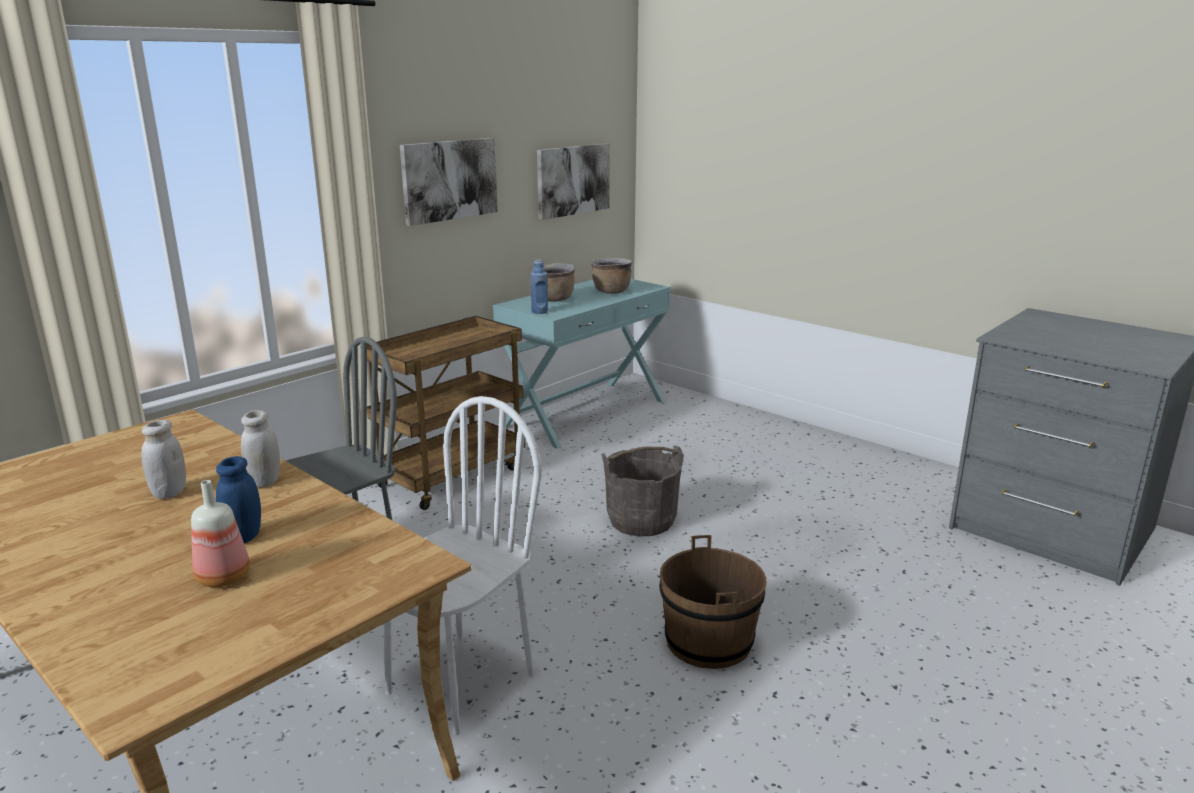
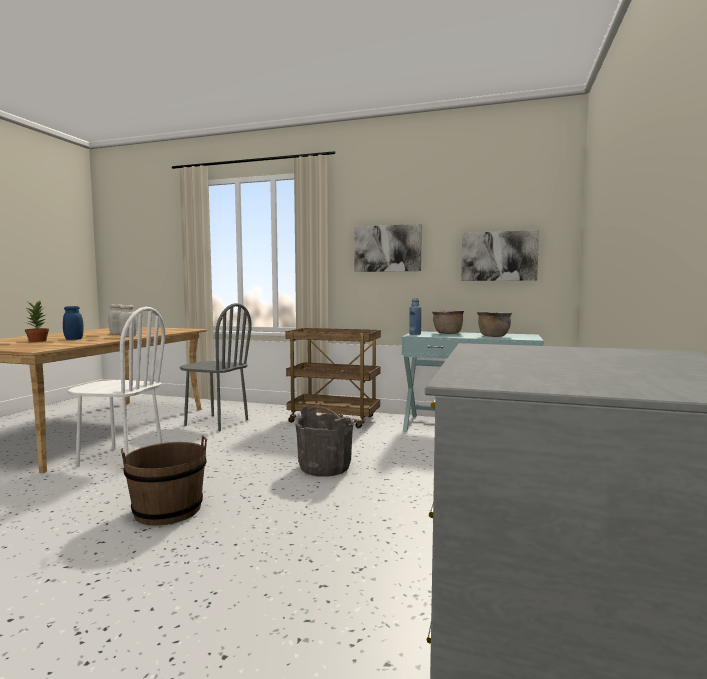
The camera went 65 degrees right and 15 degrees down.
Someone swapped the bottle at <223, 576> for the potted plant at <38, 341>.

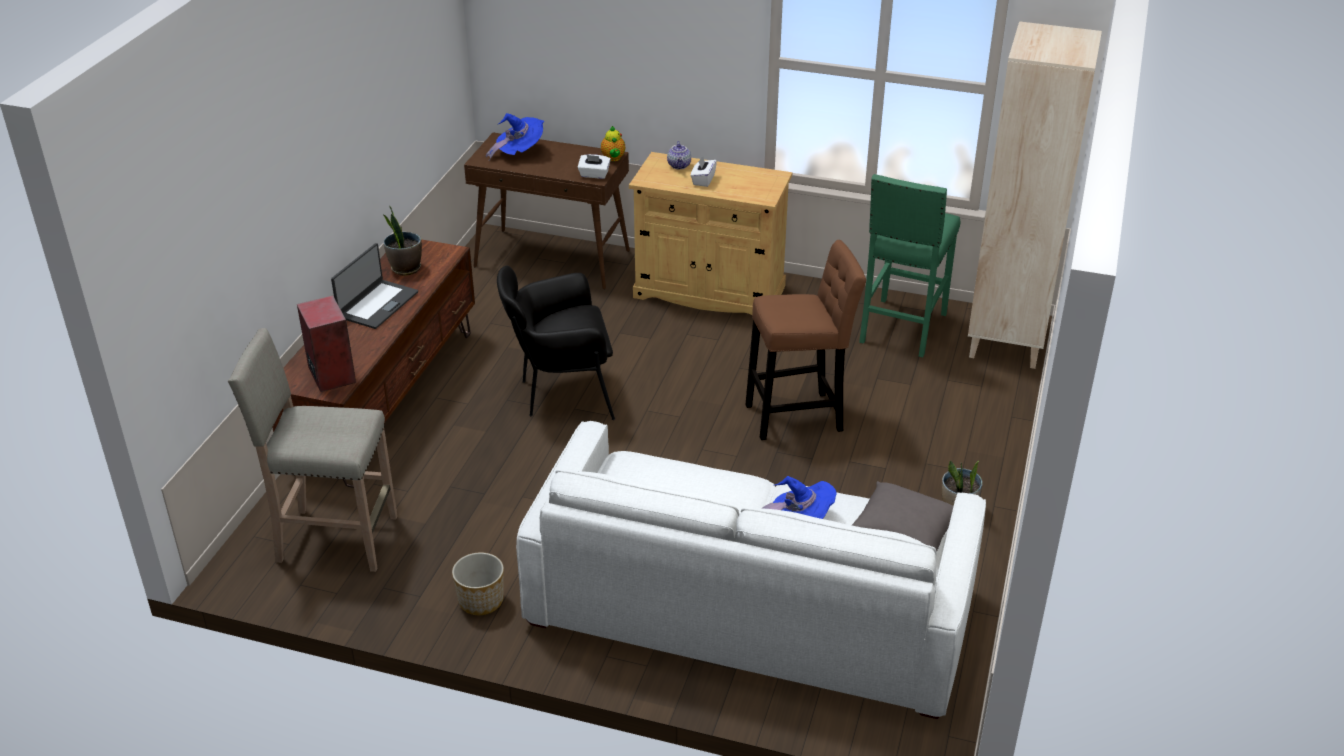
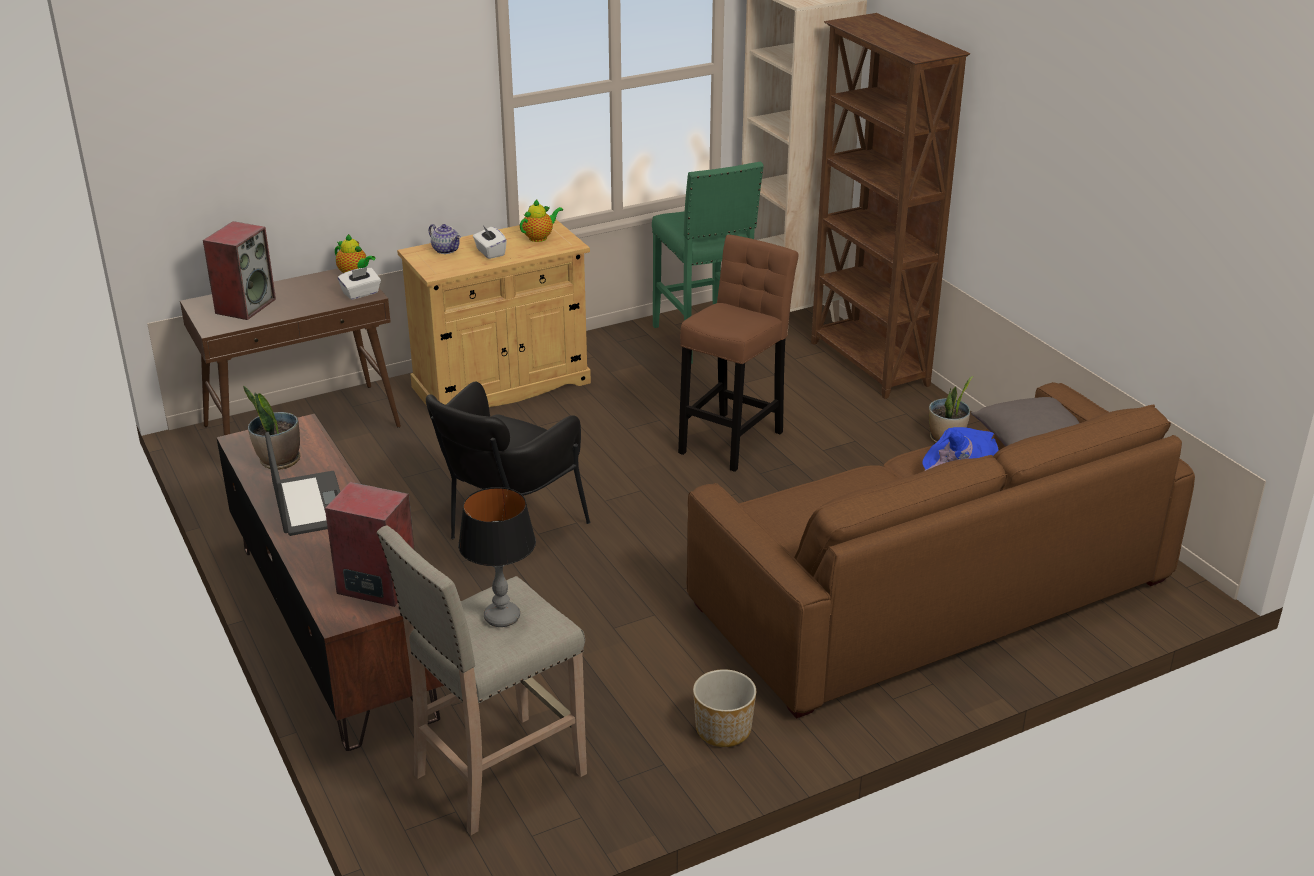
The camera went 45 degrees left and 5 degrees down.
Someone swapped the blue hat at <519, 152> for the speaker at <245, 306>.
Someone put down the table lamp at <501, 617>.
Someone put down the teapot at <540, 237>.
Someone repainted the white sofa at <750, 609>, which became the brown sofa at <932, 593>.
Someone put down the brown bookcase at <868, 365>.

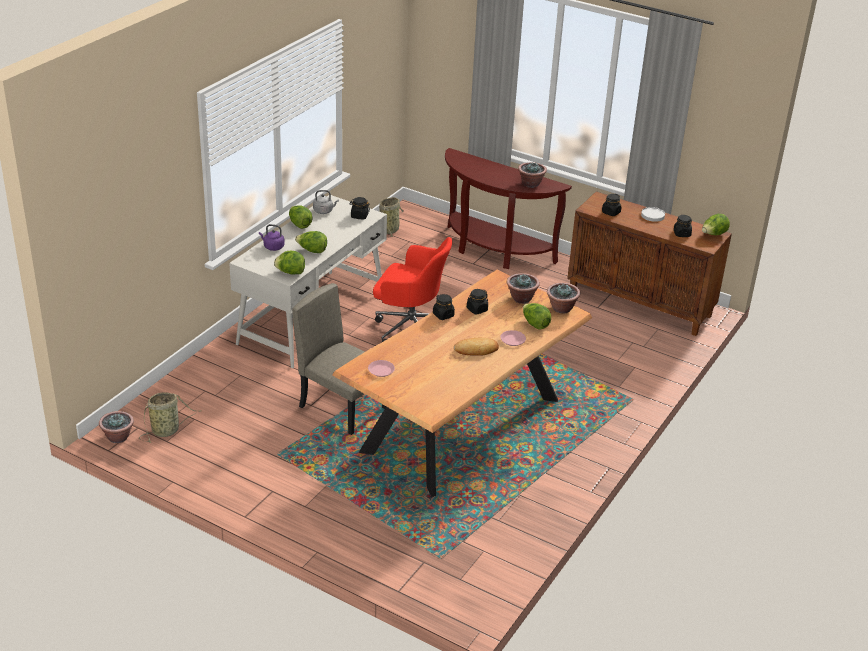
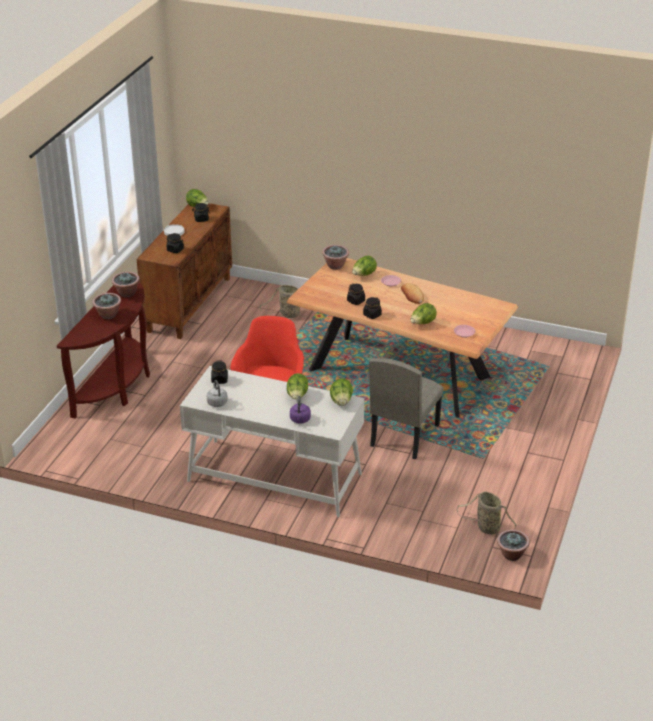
The camera went 100 degrees left and 0 degrees up.
Someone carried the potted plant from <521, 298> to <108, 315>.
Someone carried the basket from <390, 229> to <288, 314>.
Someone carried the lettuce from <299, 224> to <422, 323>.

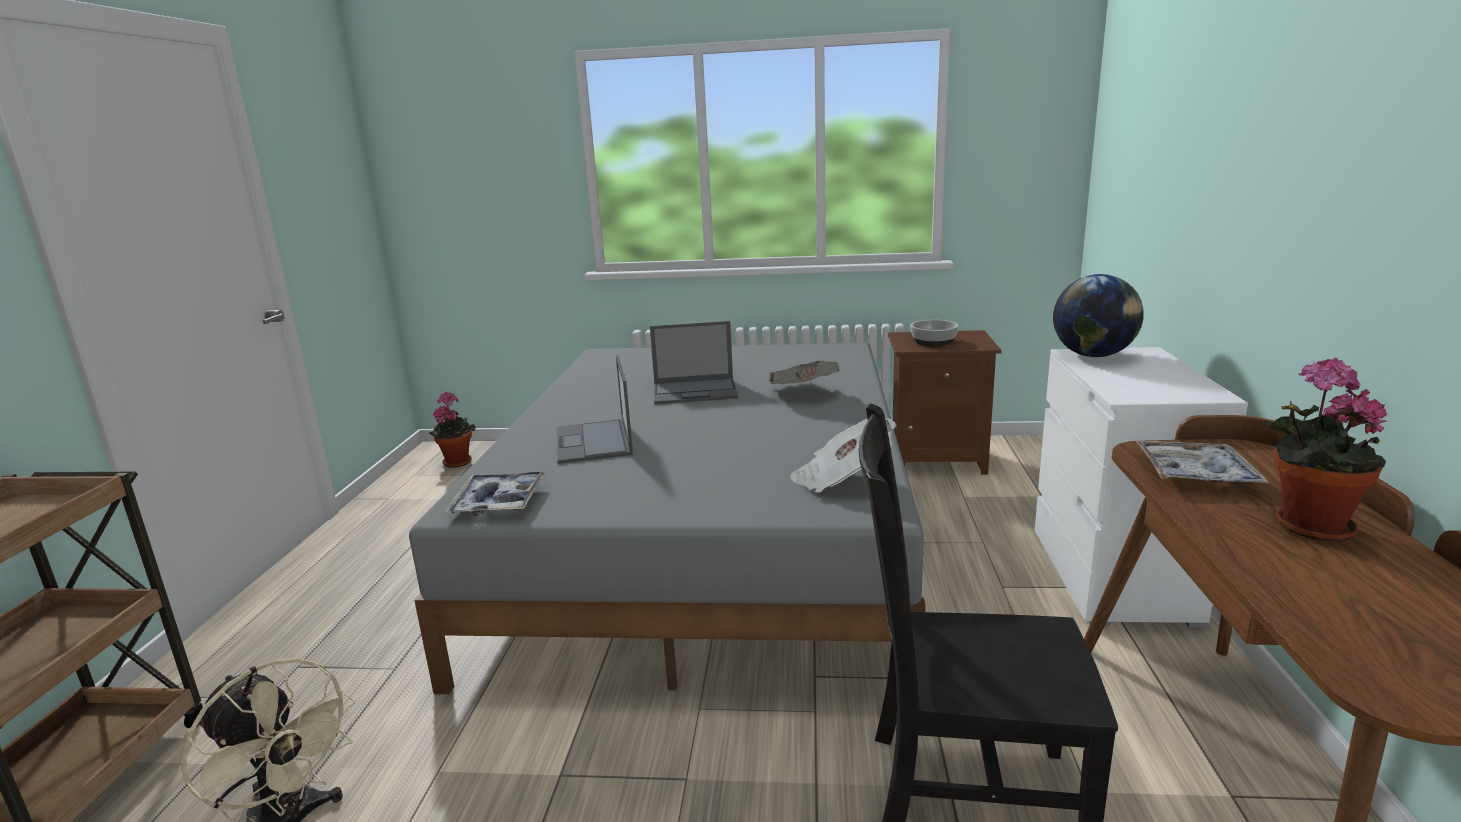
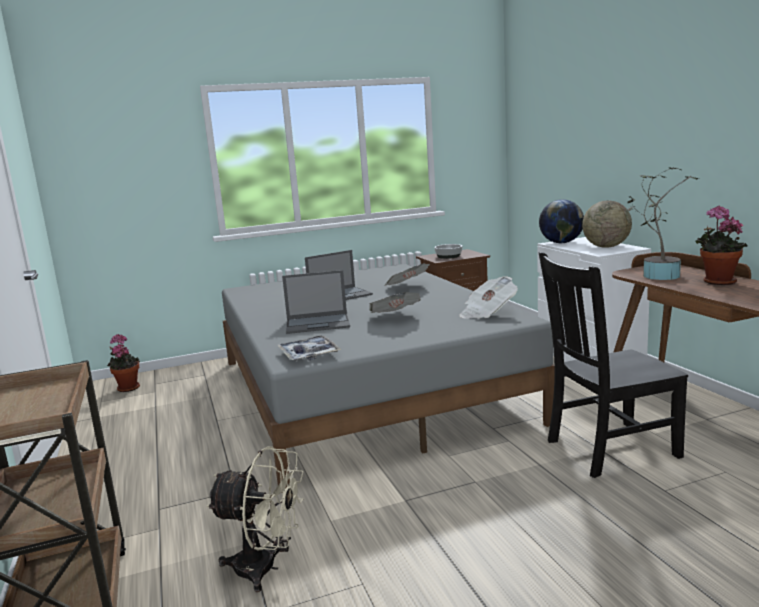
The camera went 25 degrees left and 5 degrees down.
Someone rotated the laptop at <594, 442> by 60 degrees counterclockwise.
Someone put down the newspaper at <395, 318>.
Someone put down the globe at <606, 247>.
Someone swapped the tray at <1195, 474> for the potted plant at <656, 275>.

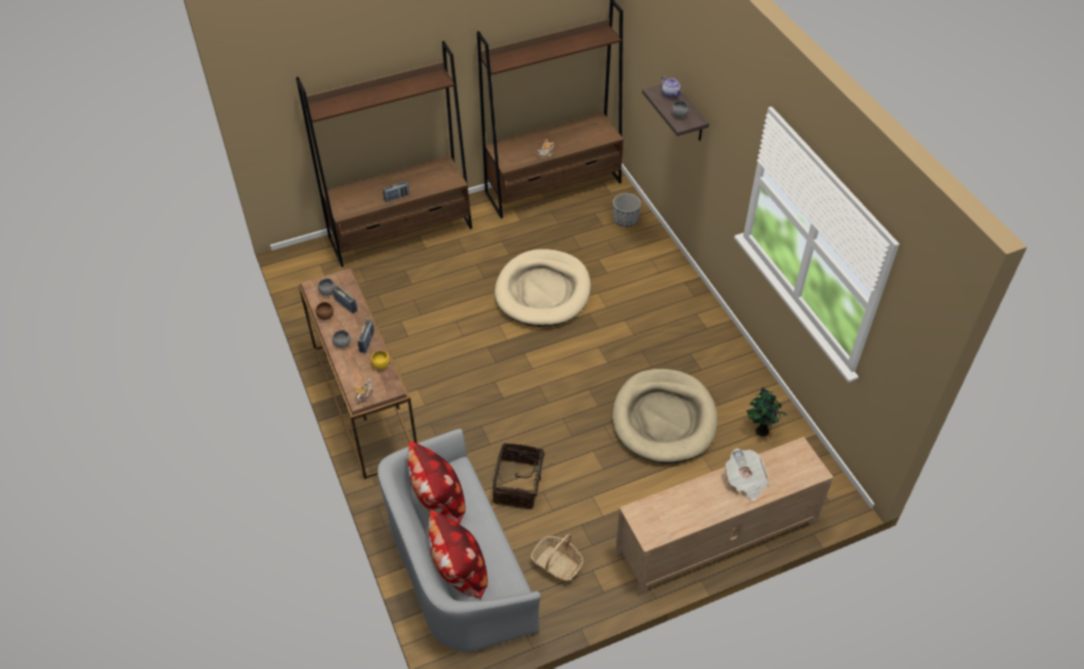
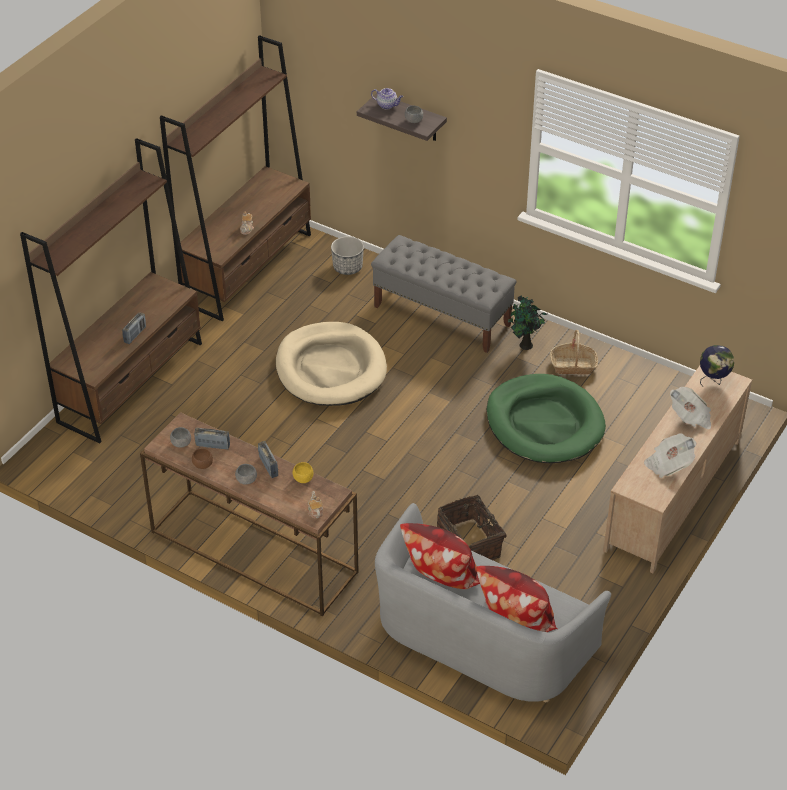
The camera went 35 degrees left and 5 degrees down.
Someone put down the grey bench at <442, 316>.
Someone repainted the beige dog bed at <664, 419>, which became the green dog bed at <544, 423>.
Someone carried the potted plant from <760, 431> to <525, 345>.
Someone carried the basket from <557, 563> to <573, 365>.
Someone put down the newspaper at <668, 464>.
Someone put down the globe at <713, 381>.

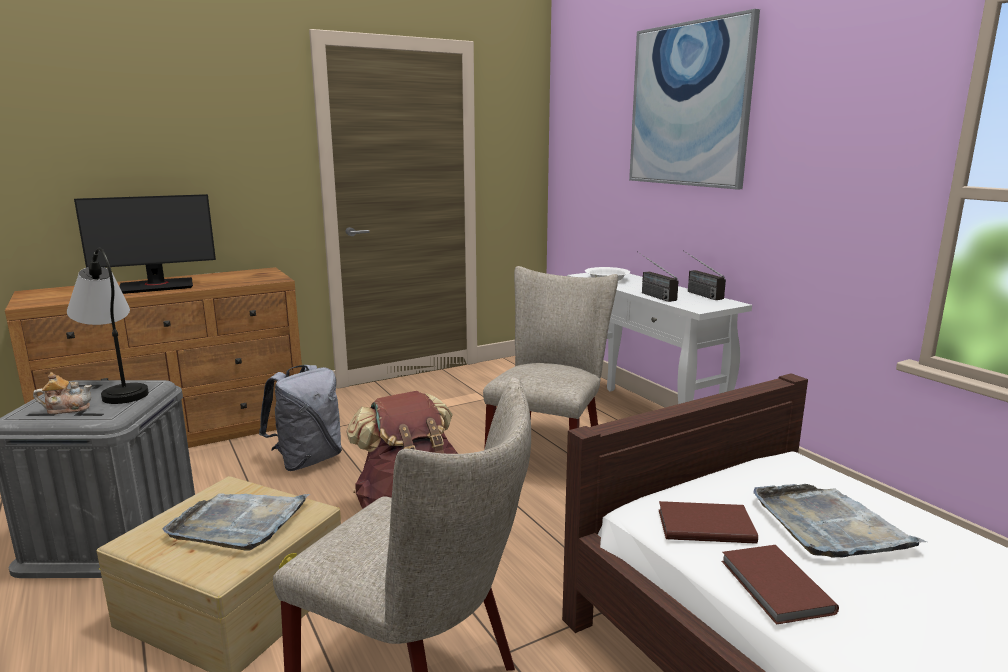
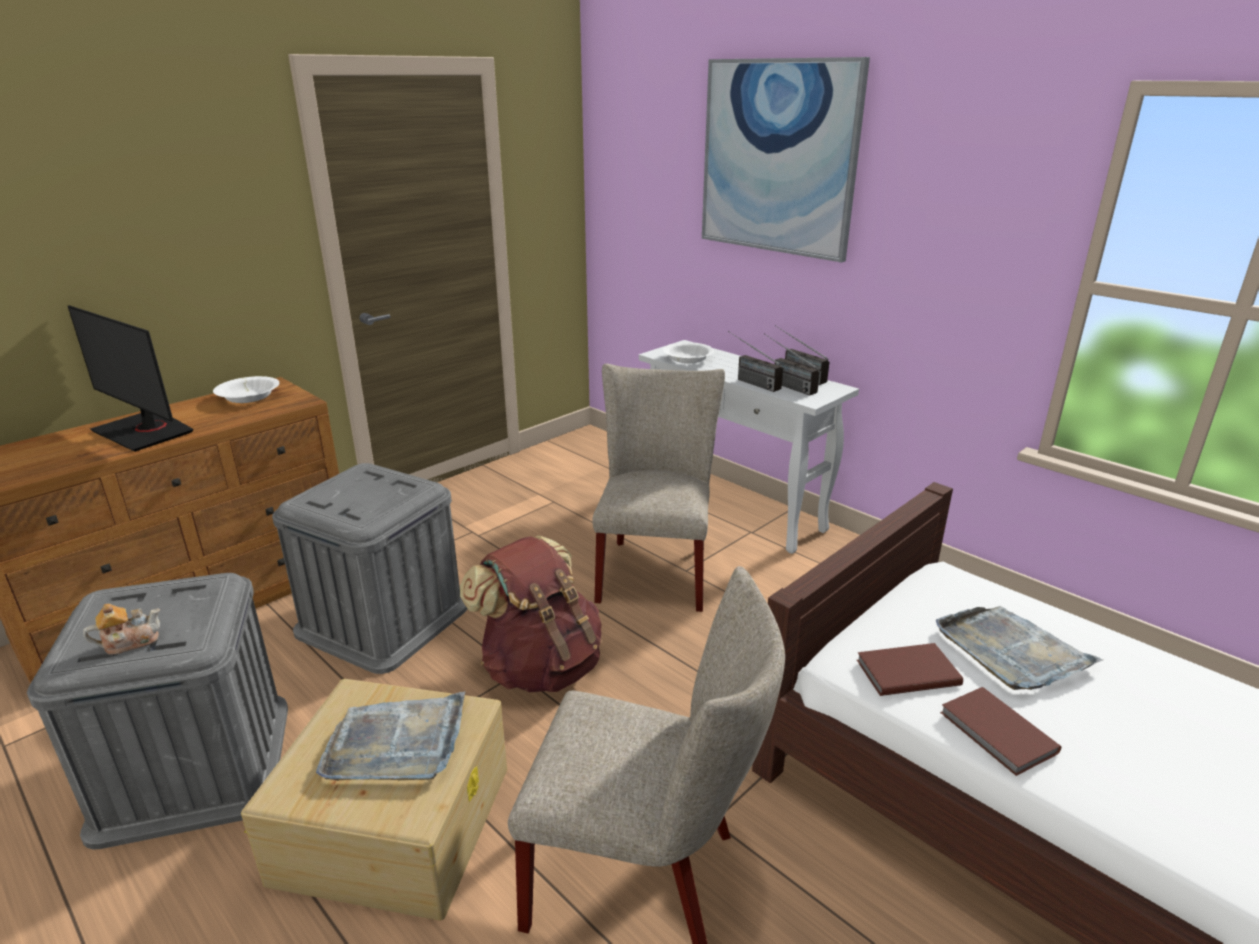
The camera went 15 degrees left and 10 degrees up.
Someone rotated the monitor at <156, 286> by 75 degrees clockwise.
Someone put down the white bowl at <249, 397>.
Someone swapped the grey backpack at <307, 460> for the grey storage box at <383, 619>.
Someone put down the radio at <783, 384>.
Someone took away the table lamp at <118, 388>.

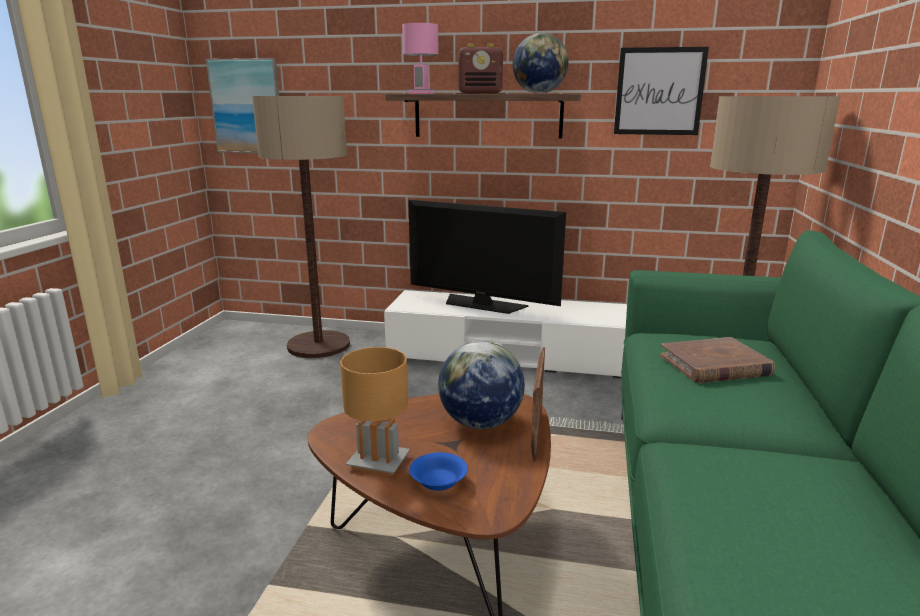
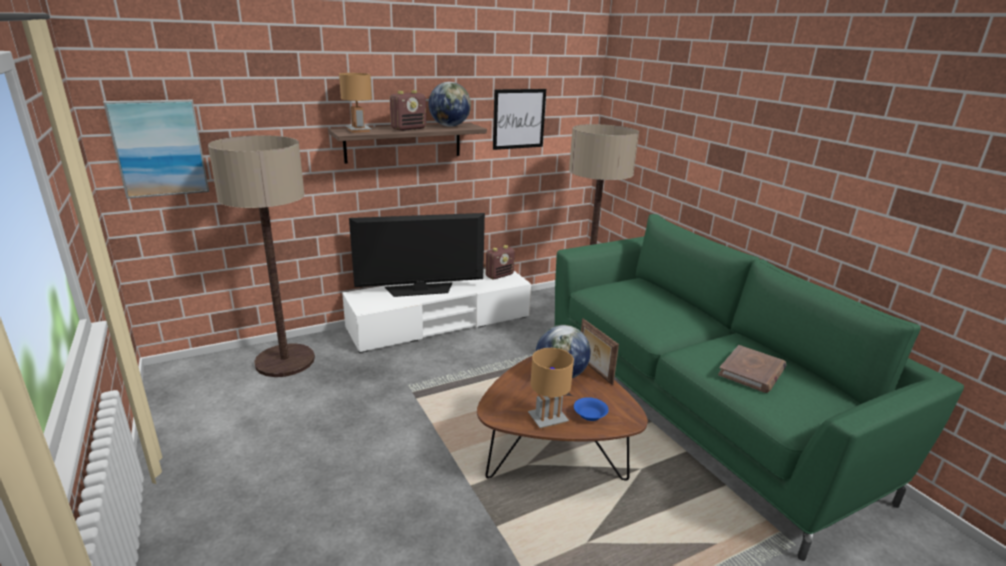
The camera went 40 degrees left and 5 degrees up.
Someone repainted the pink table lamp at <422, 93>, which became the brown table lamp at <358, 130>.
Someone put down the radio at <499, 275>.
Someone carried the brown book from <714, 365> to <752, 372>.

